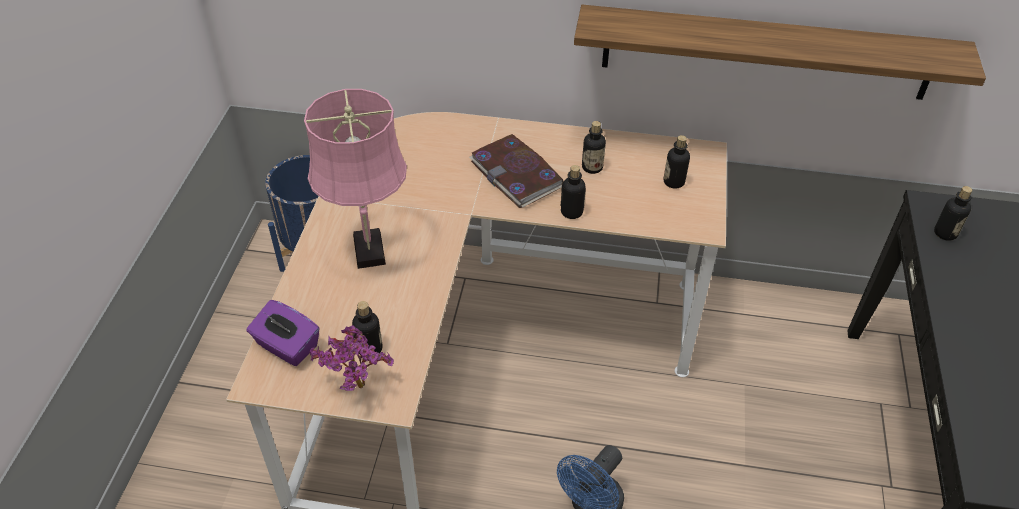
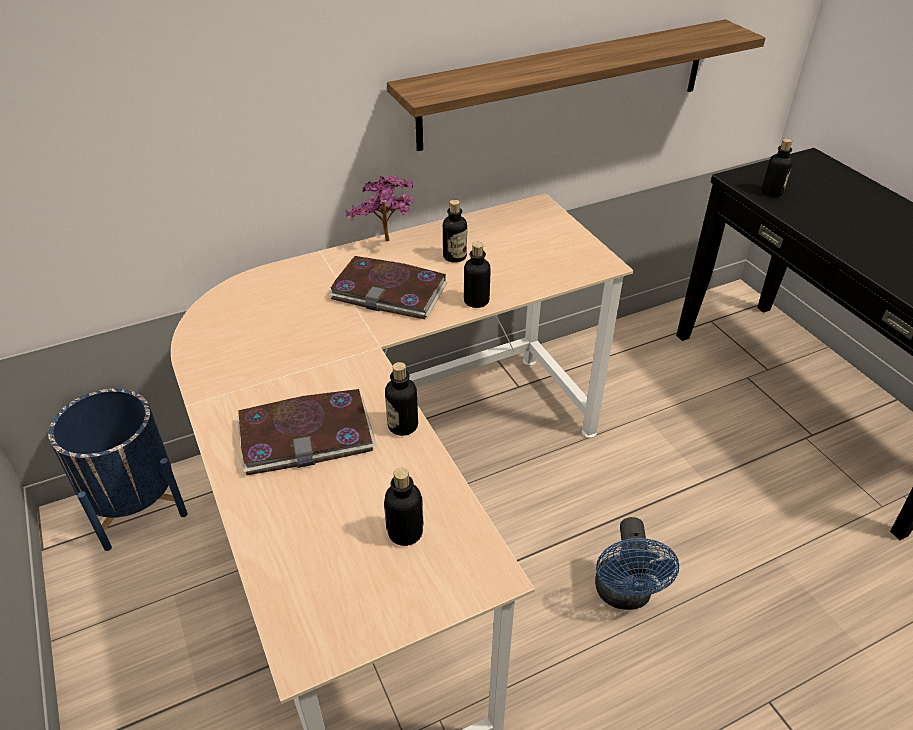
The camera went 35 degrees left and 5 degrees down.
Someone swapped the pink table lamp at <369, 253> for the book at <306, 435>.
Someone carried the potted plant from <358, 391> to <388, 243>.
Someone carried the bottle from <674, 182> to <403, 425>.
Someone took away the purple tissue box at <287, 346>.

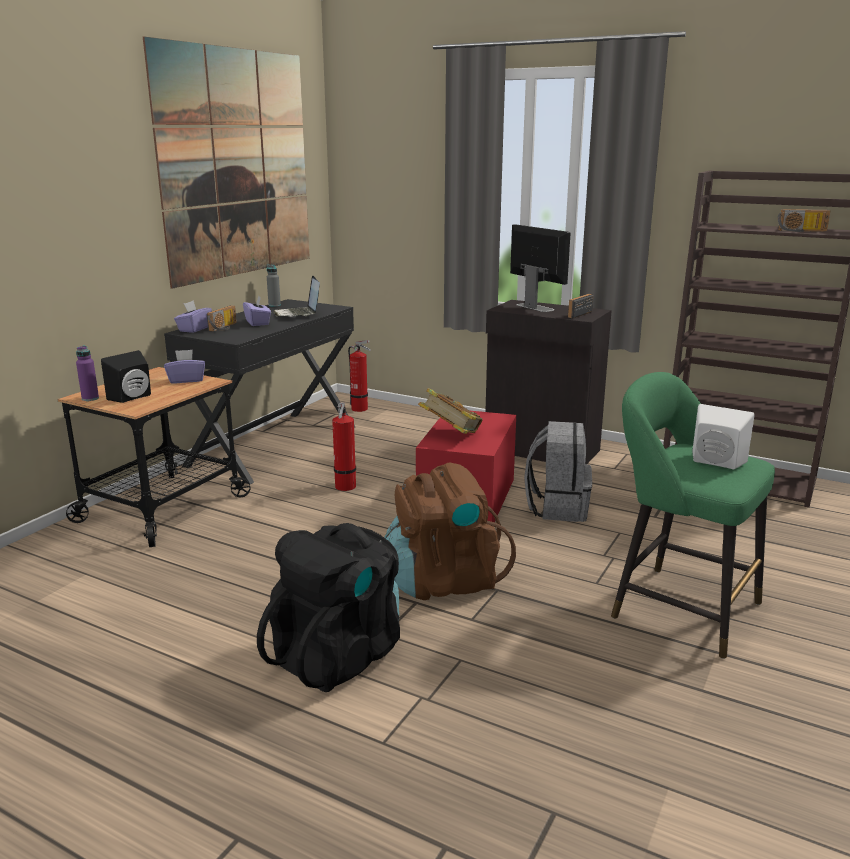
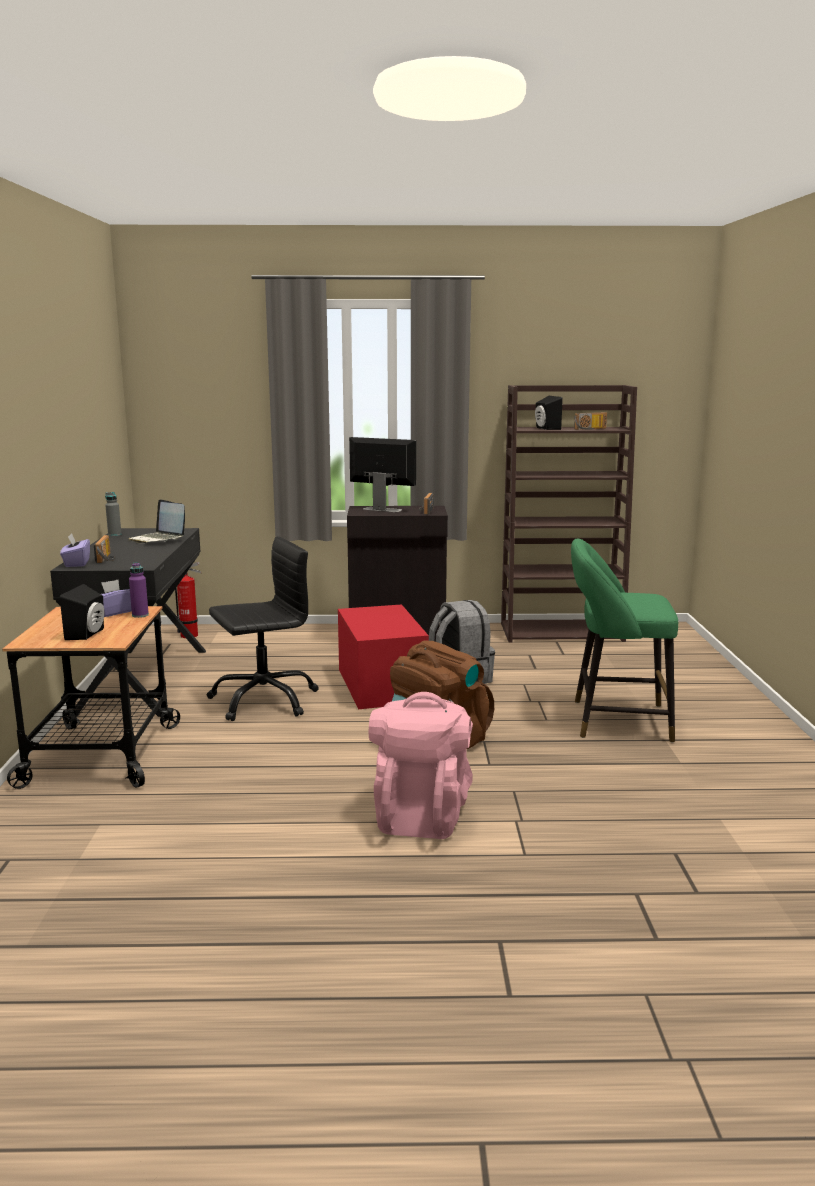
The camera went 30 degrees left and 5 degrees down.
Someone carried the purple bottle from <90, 398> to <140, 615>.
Someone swapped the fire extinguisher at <345, 487> for the black office chair at <264, 700>.
Someone repainted the black backpack at <339, 654>, which became the pink backpack at <421, 814>.
Someone put down the black speaker at <545, 428>.
Someone took away the picture at <237, 164>.
Someone took away the purple tissue box at <258, 323>.
Someone took away the book at <450, 434>.
Someone took away the white speaker at <715, 463>.

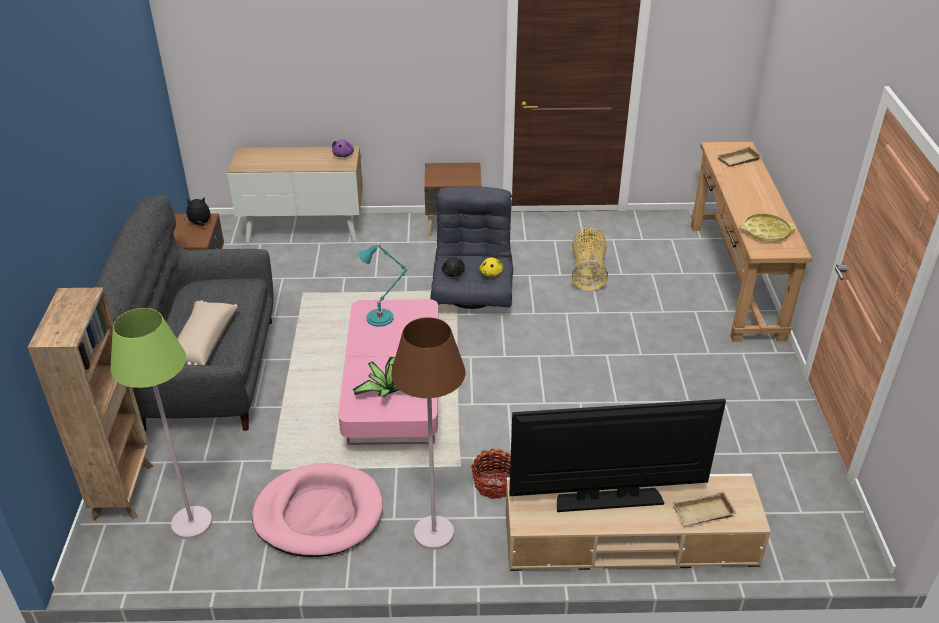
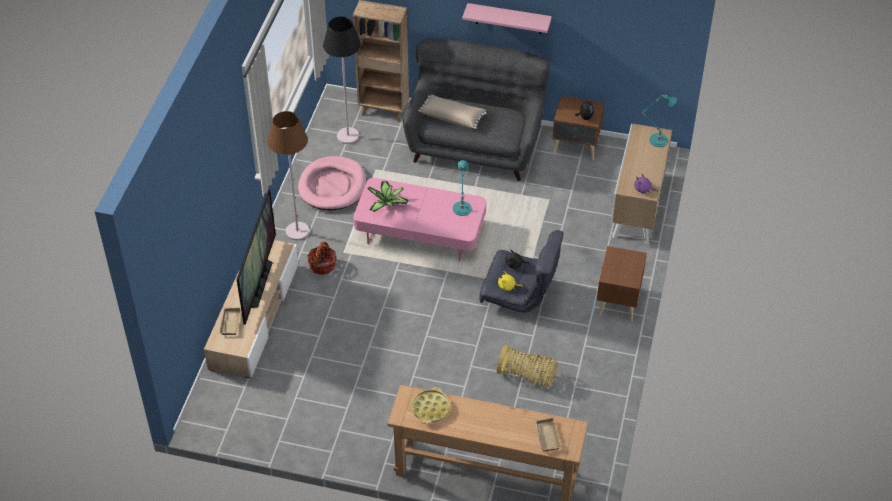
The camera went 105 degrees right and 10 degrees up.
Someone repainted the green floor lamp at <192, 523>, which became the black floor lamp at <348, 136>.
Someone put up the pink shelf at <509, 19>.
Someone put down the turquoise table lamp at <656, 140>.

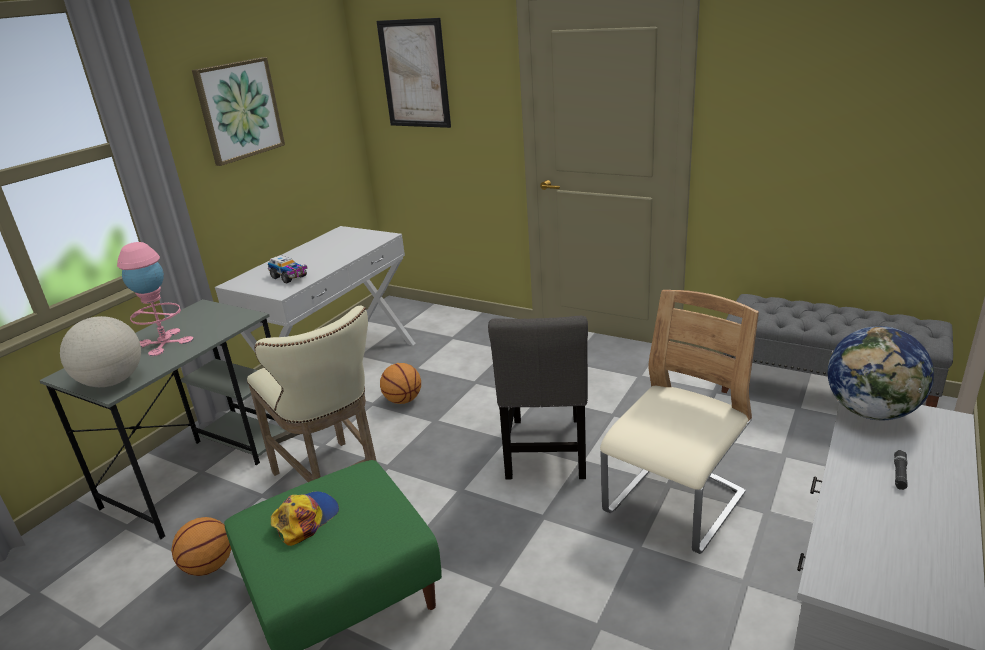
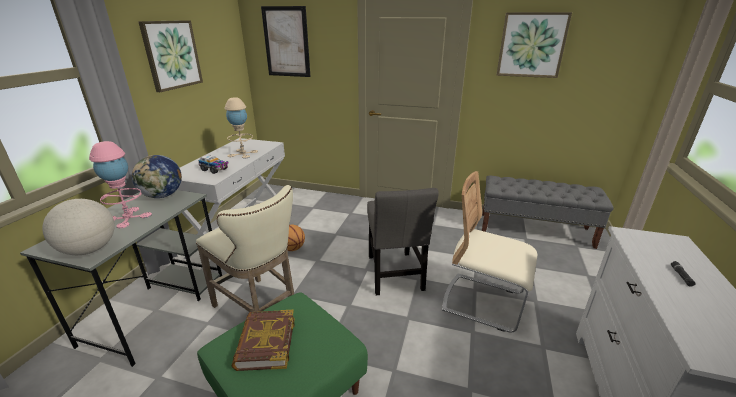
The camera went 15 degrees left and 0 degrees up.
Someone carried the globe from <872, 412> to <163, 196>.
Someone put down the beige table lamp at <243, 153>.
Someone swapped the cap at <306, 519> for the book at <265, 343>.
Someone rotated the beige chair at <674, 505> by 90 degrees counterclockwise.
Someone put up the picture at <531, 45>.
Someone took away the basketball at <209, 566>.

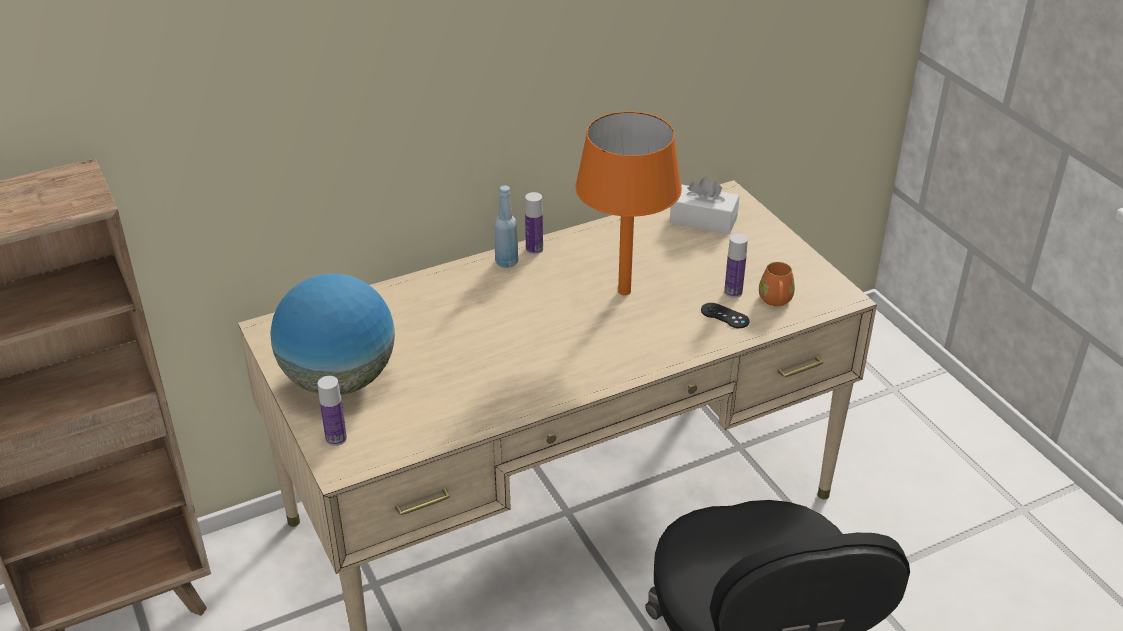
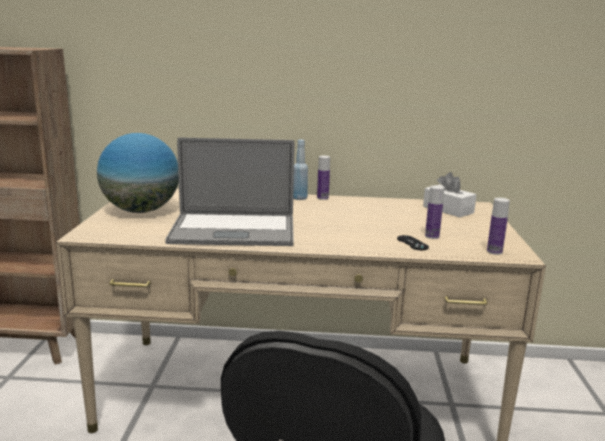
The camera went 30 degrees right and 20 degrees down.
Someone put down the laptop at <233, 230>.
Someone carried the bottle from <336, 438> to <494, 251>.
Someone took away the orange table lamp at <624, 292>.
Someone took away the orange mug at <775, 301>.

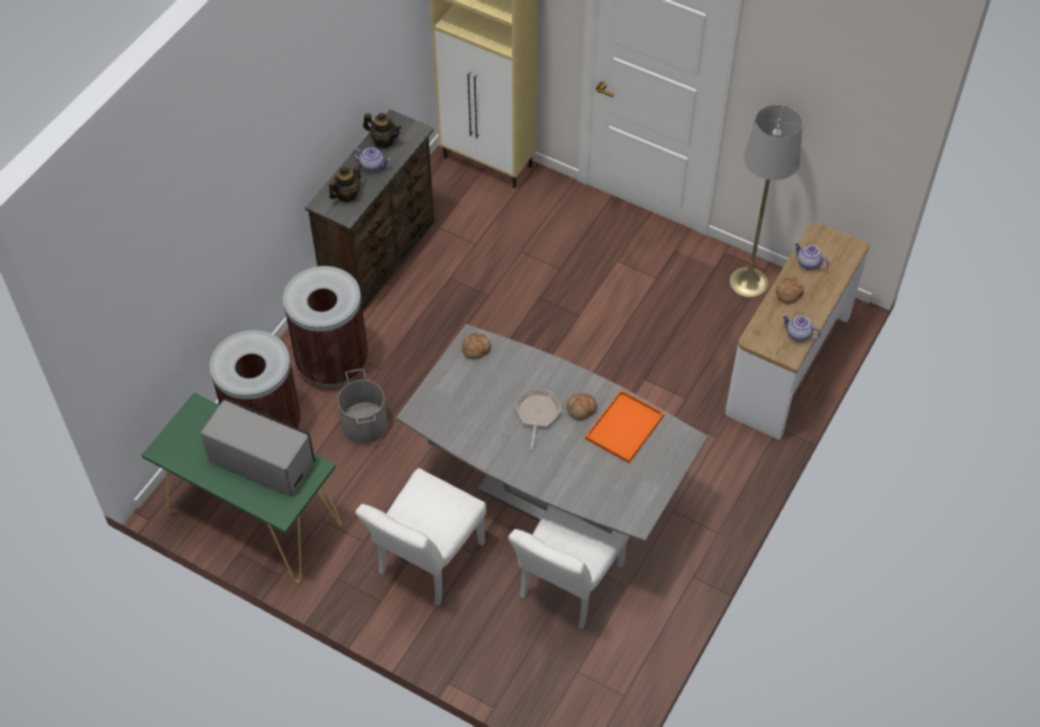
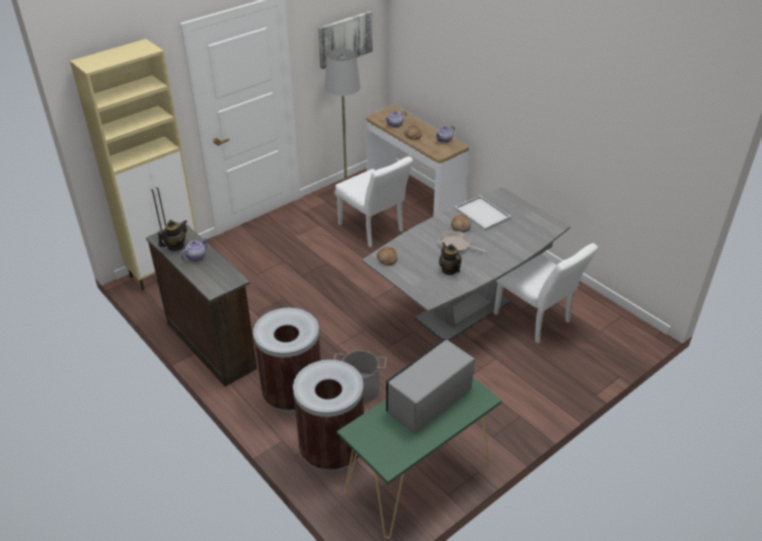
The camera went 70 degrees left and 15 degrees down.
Someone put up the picture at <345, 39>.
Someone carried the white chair from <426, 564> to <374, 230>.
Someone carried the teapot from <347, 195> to <449, 270>.
Someone repainted the orange tray at <624, 428>, which became the white tray at <483, 214>.

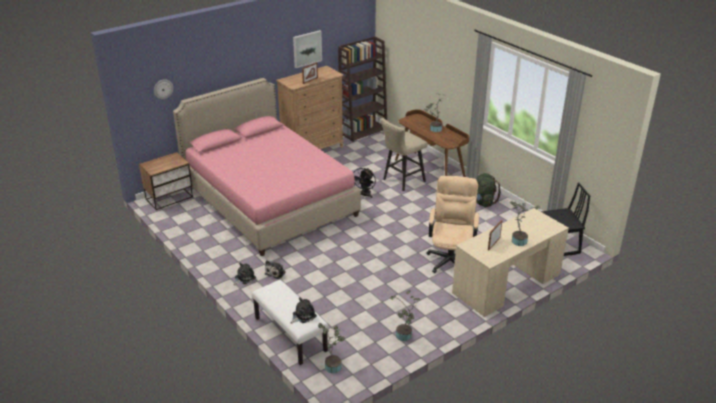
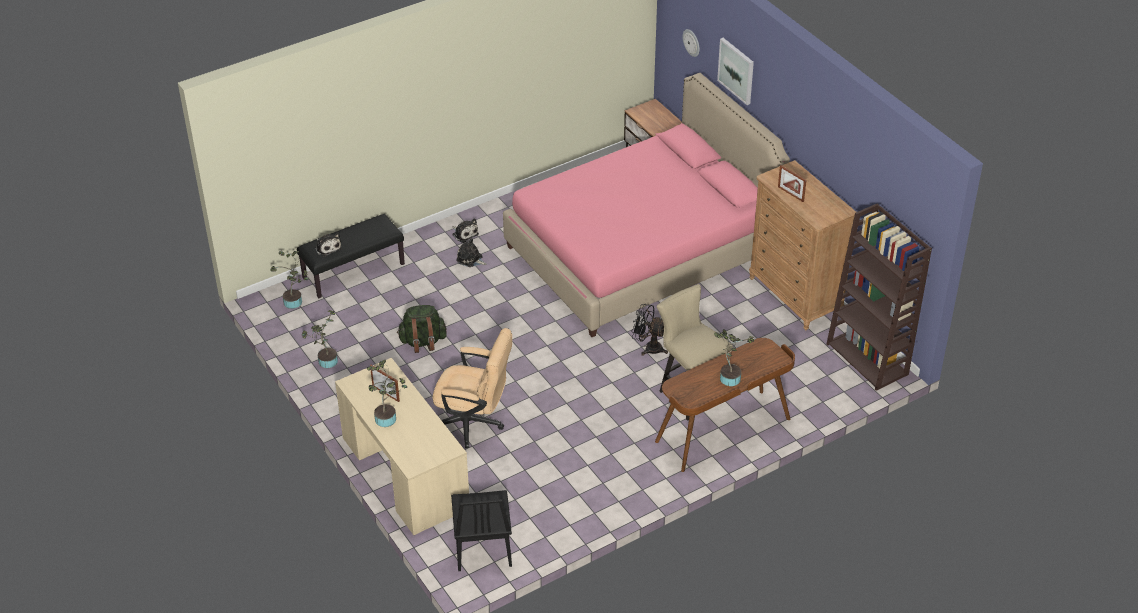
The camera went 95 degrees right and 10 degrees up.
Someone repainted the white bench at <289, 334>, which became the black bench at <353, 271>.
Someone carried the green backpack from <483, 202> to <423, 342>.
Someone carried the picture from <307, 48> to <736, 70>.

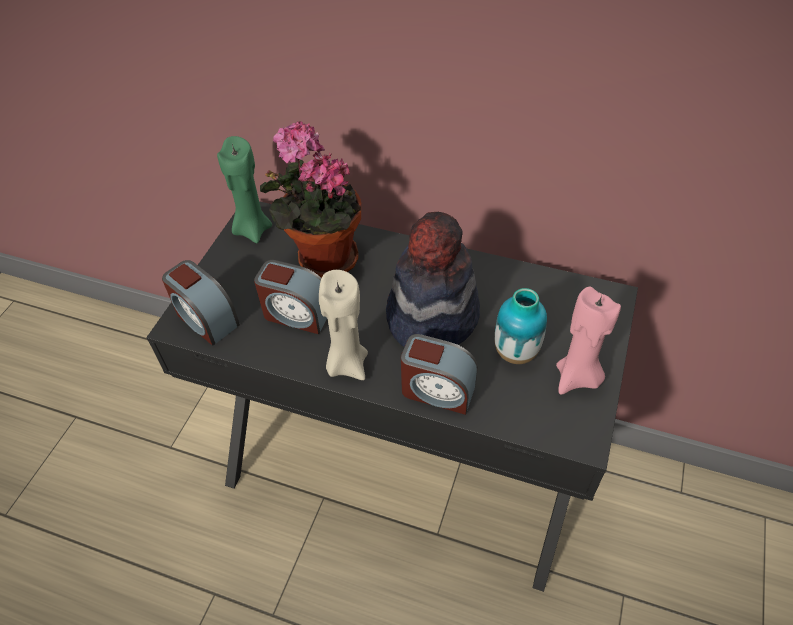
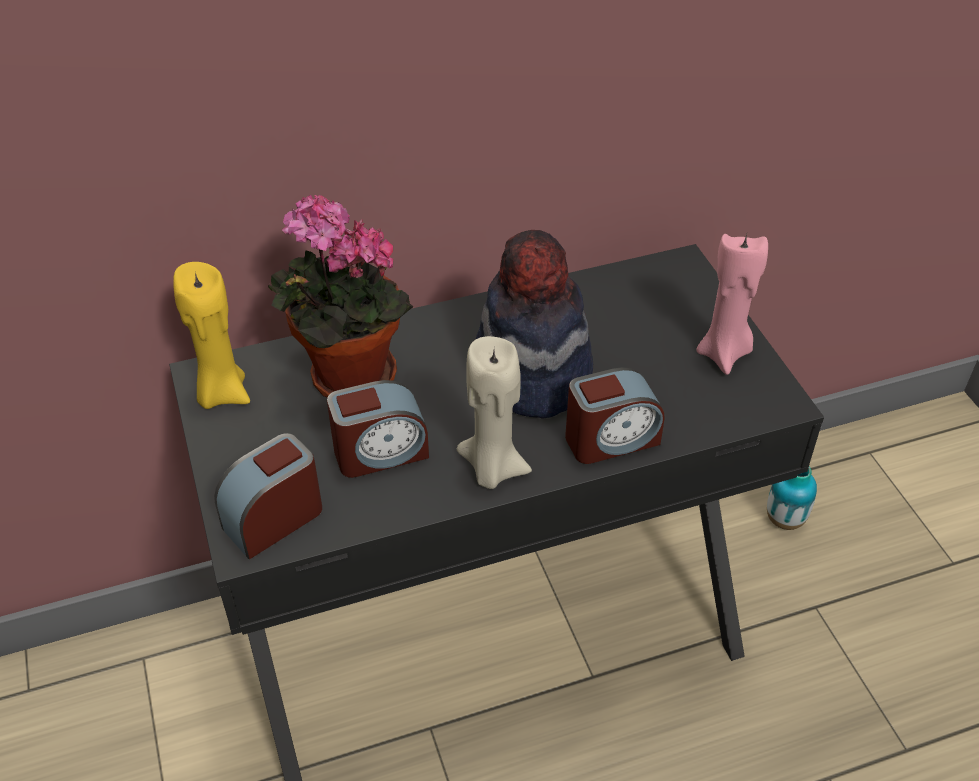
The camera went 40 degrees left and 5 degrees down.
Someone repainted the green candle at <252, 229>, which became the yellow candle at <221, 393>.
Someone rotated the alarm clock at <206, 319> by 135 degrees clockwise.
Someone carried the vase from <515, 352> to <785, 519>.

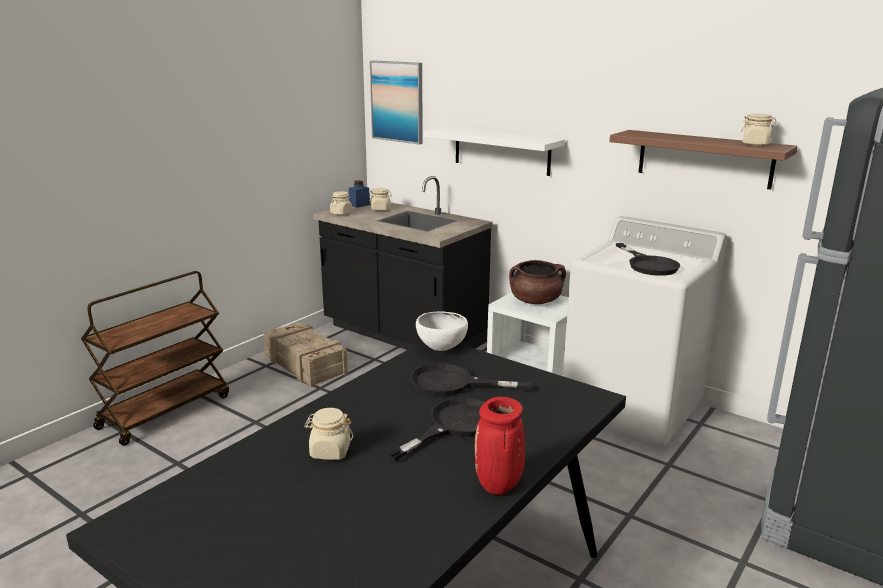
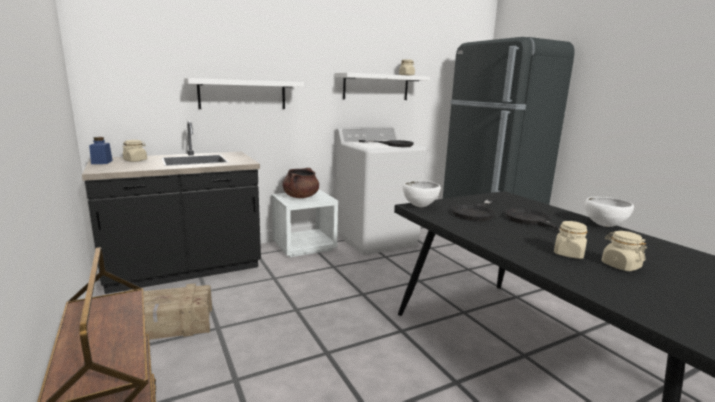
The camera went 65 degrees left and 5 degrees down.
Someone repainted the brown shelf at <704, 159>, which became the white shelf at <376, 87>.
Someone swapped the red vase at <499, 486> for the white bowl at <604, 225>.
Someone carried the beige jar from <341, 213> to <620, 266>.
Someone took away the picture at <397, 101>.

